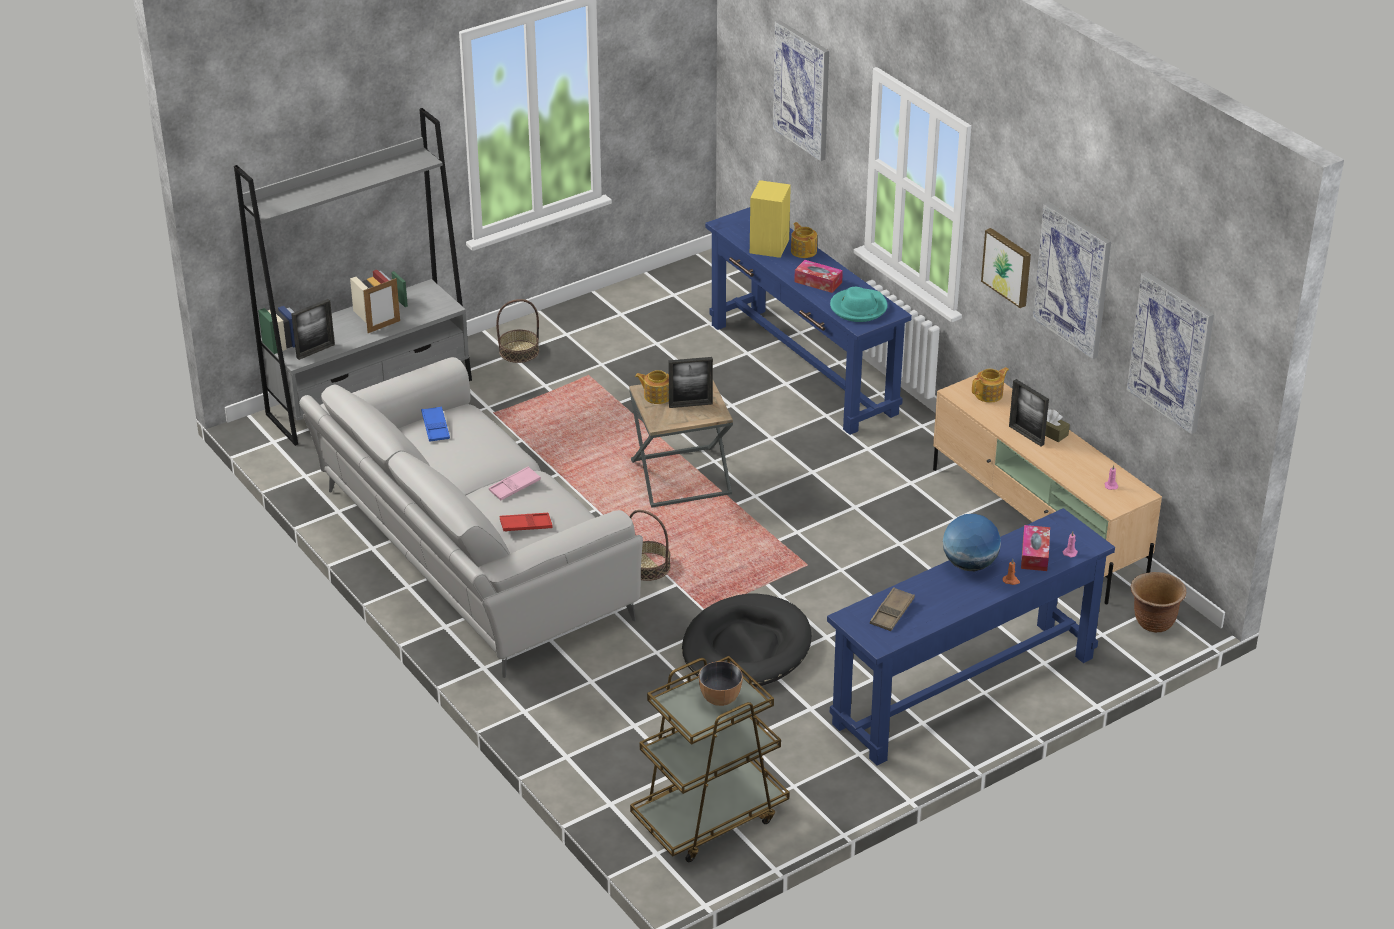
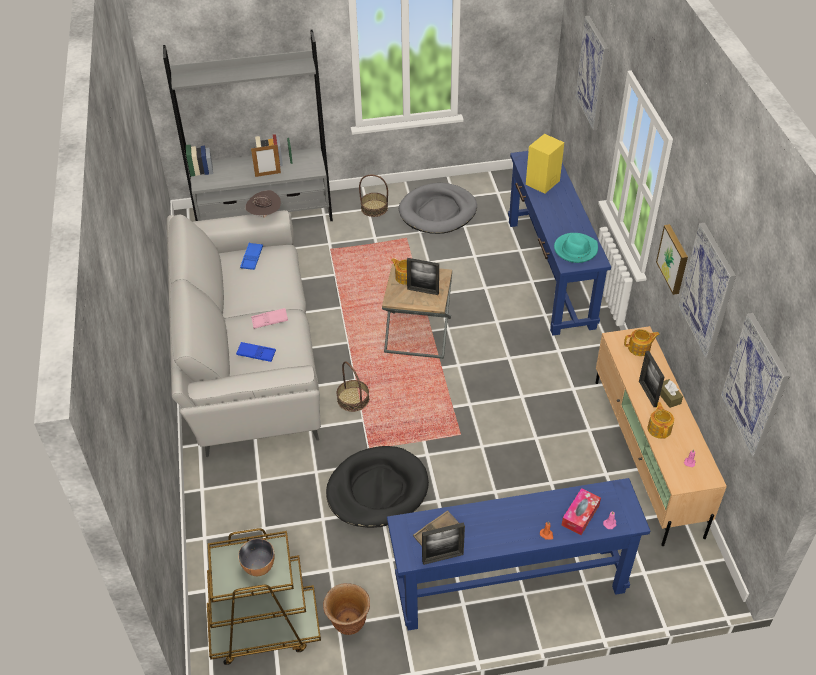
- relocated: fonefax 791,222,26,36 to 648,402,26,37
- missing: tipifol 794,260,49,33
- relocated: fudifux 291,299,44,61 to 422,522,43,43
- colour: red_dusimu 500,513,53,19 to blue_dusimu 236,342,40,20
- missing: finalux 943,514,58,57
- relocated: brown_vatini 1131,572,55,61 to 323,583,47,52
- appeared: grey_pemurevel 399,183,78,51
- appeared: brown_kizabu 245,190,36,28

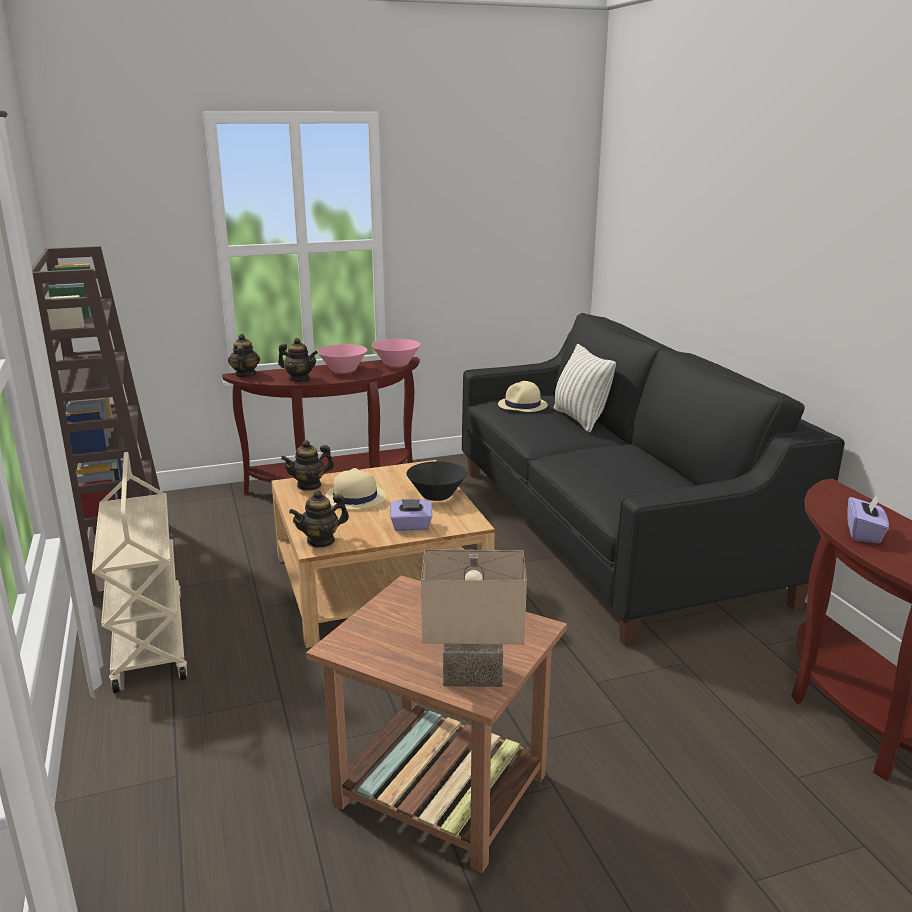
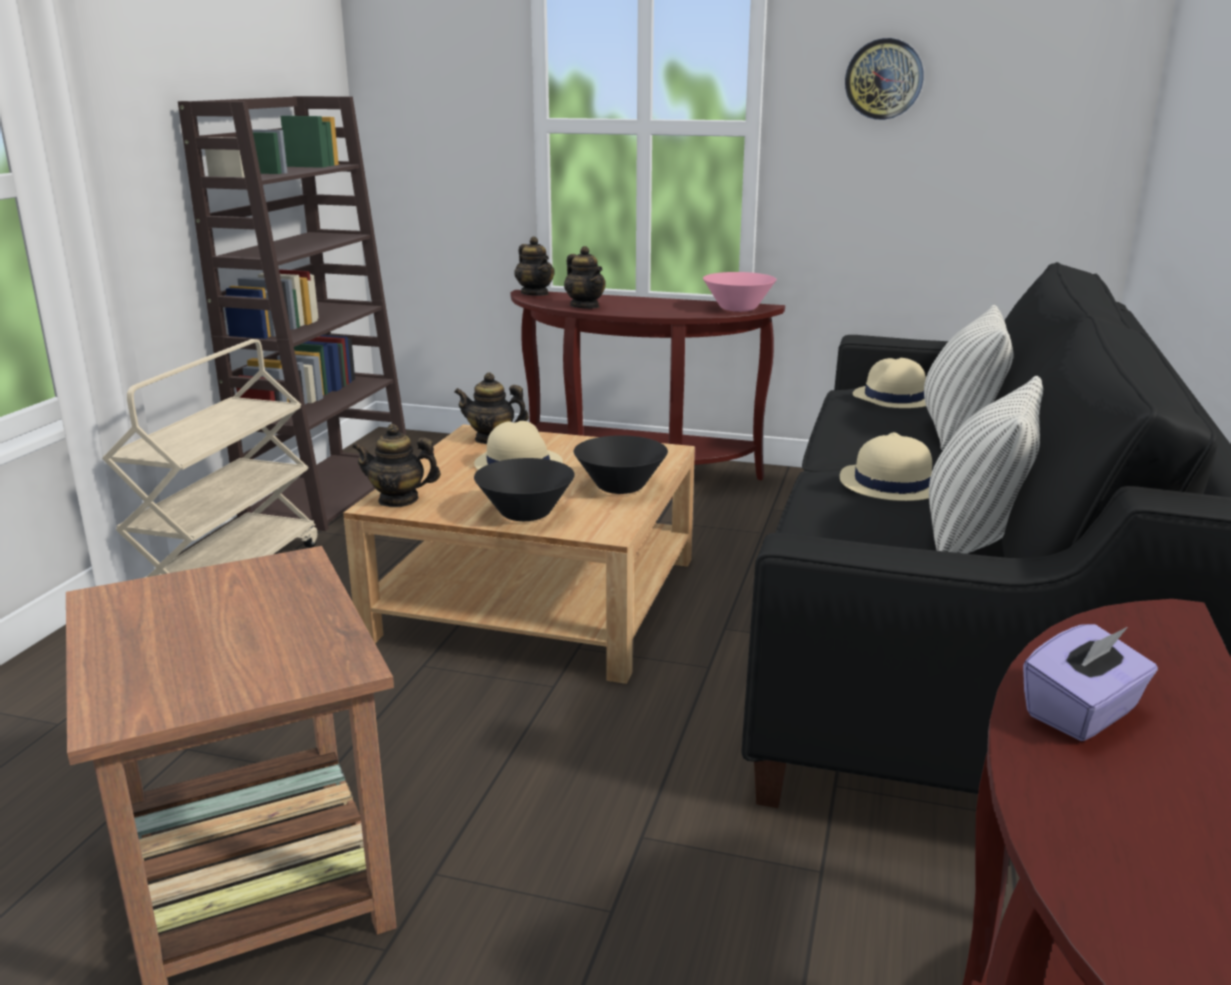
- spun: fonefax 228,334,32,43 = 514,237,41,59 120 degrees clockwise
- missing: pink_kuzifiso 317,344,50,29
- exchanged: purple_tipifol 390,499,42,32 to black_kuzifiso 474,458,101,63
- missing: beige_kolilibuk 421,549,106,138
- appeared: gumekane 845,38,78,82
- appeared: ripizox 929,376,114,178
- appeared: beige_kizabu 840,432,92,69

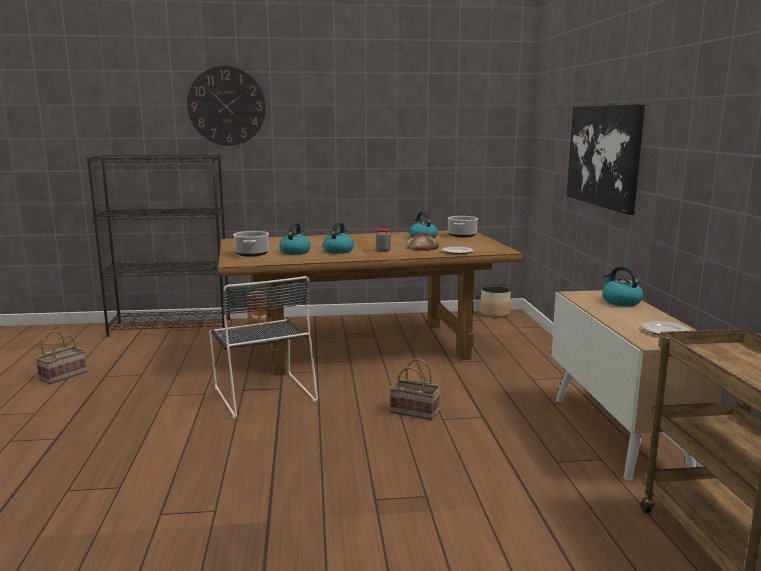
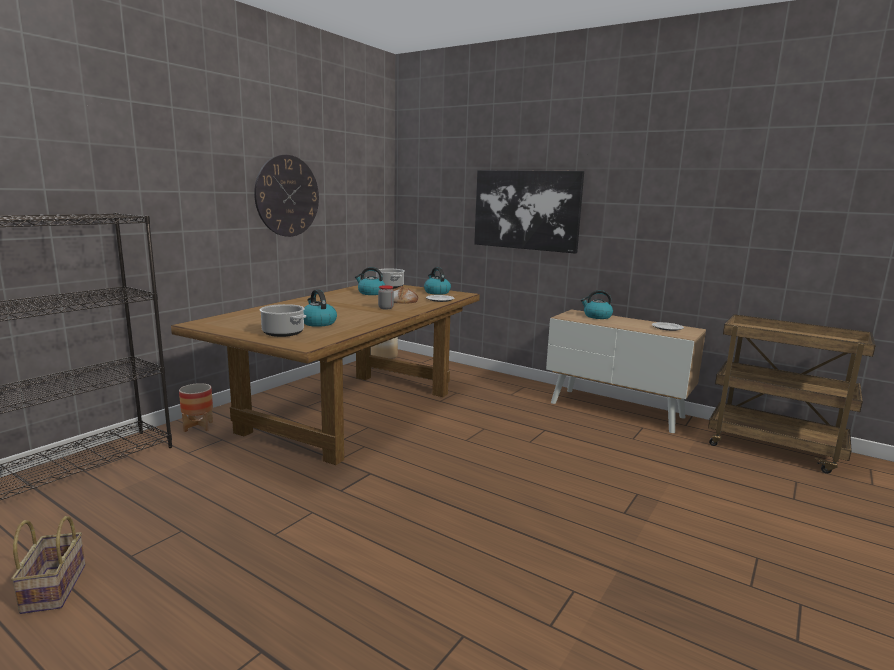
- relocated: gumekane 187,66,79,80 to 254,155,65,82
- relocated: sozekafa 323,222,31,32 to 424,267,27,28
- missing: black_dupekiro 209,276,109,143
- missing: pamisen 389,359,52,61

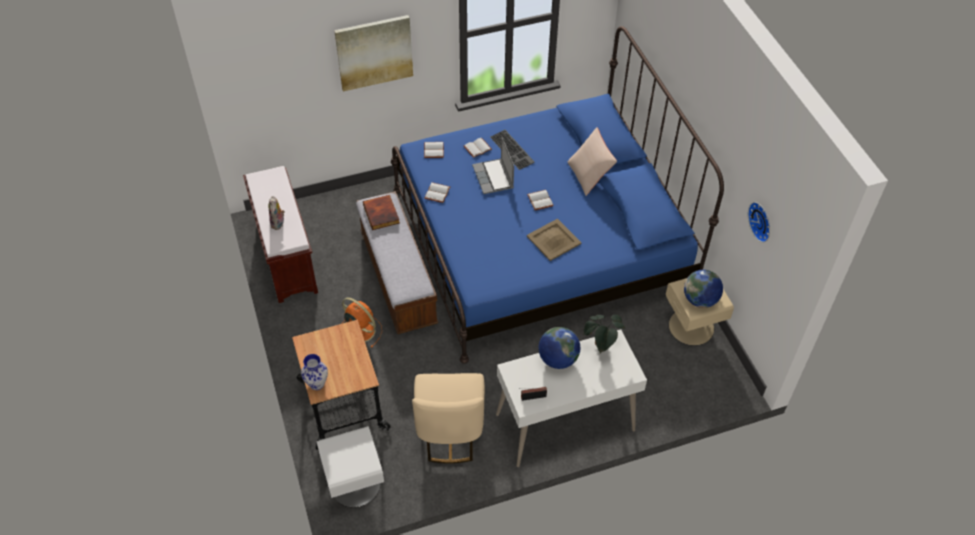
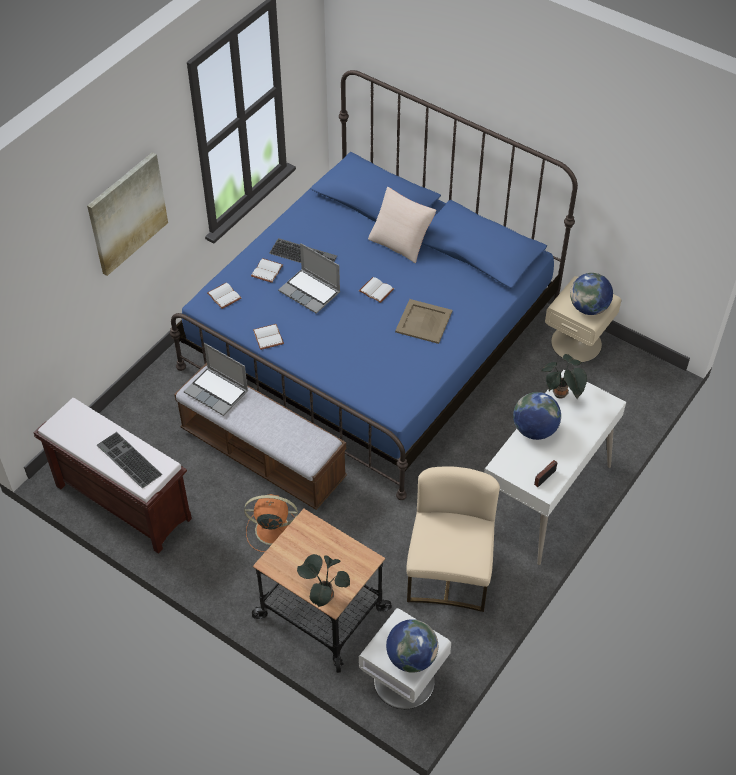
- exchanged: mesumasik 363,195,37,35 to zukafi 184,343,64,73
- exchanged: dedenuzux 268,196,17,34 to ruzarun 97,432,65,56
- missing: gumekane 748,202,22,40
- exchanged: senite 301,354,27,36 to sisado 297,554,53,53
- spun: beige_dupekiro 412,373,73,91 = 406,466,94,146 135 degrees counterclockwise
- appeared: finalux 386,619,52,54

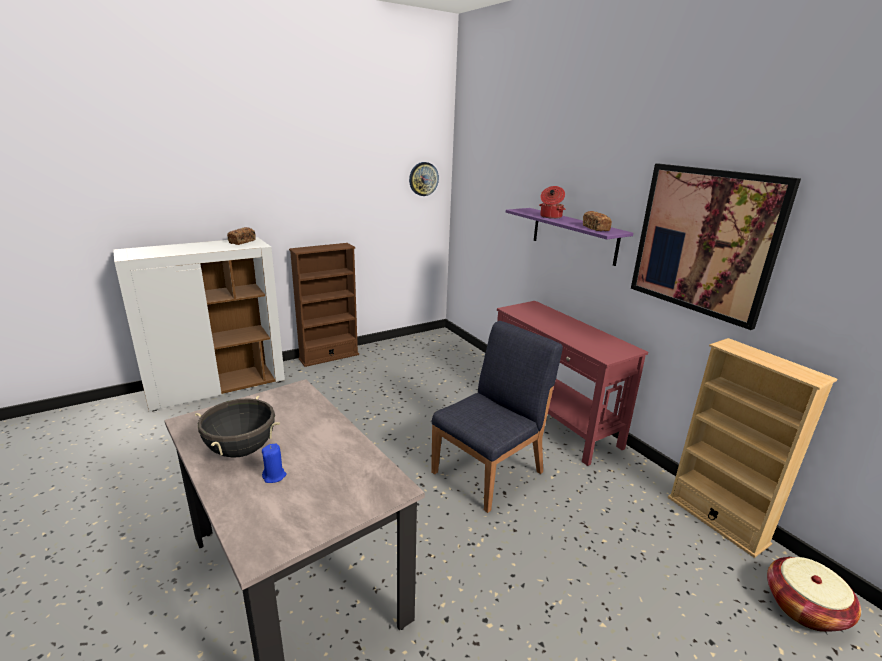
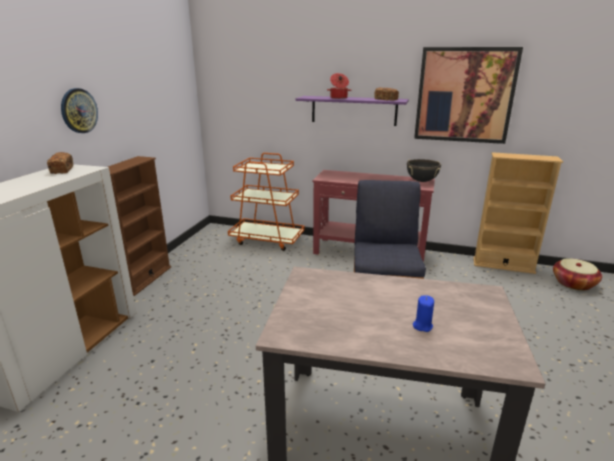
- relocated: gumekane 409,162,30,34 to 61,88,37,45
- relocated: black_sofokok 195,395,85,63 to 407,159,34,23
- appeared: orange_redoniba 228,153,77,98

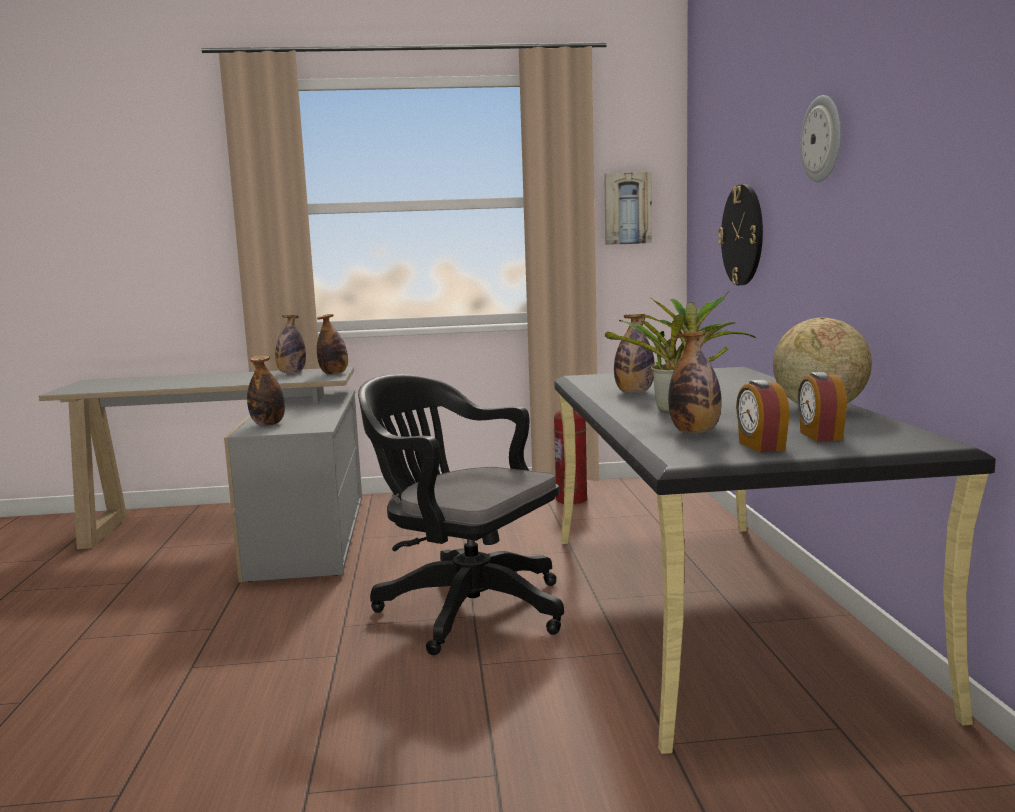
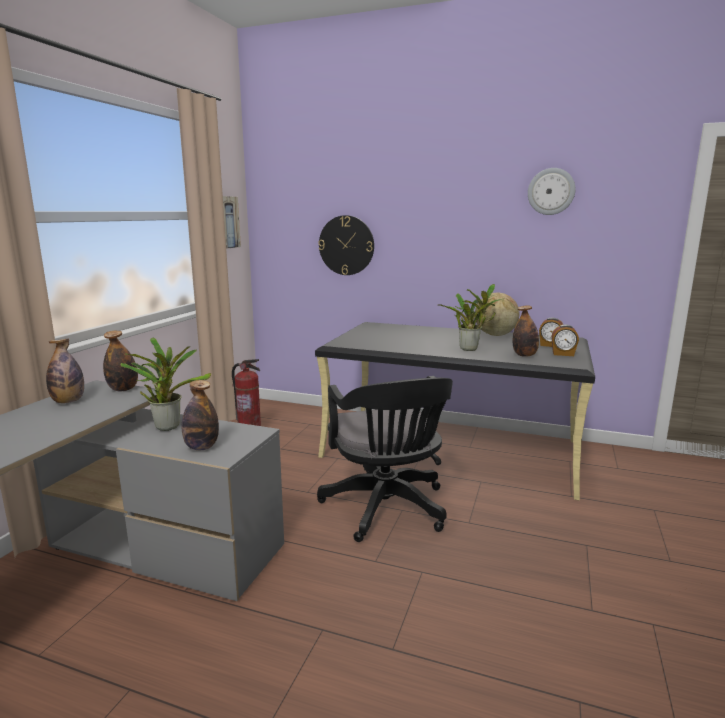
- relocated: gumekane 800,95,41,87 to 528,168,47,47
- missing: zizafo 614,314,41,79
- spun: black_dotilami 358,374,206,281 = 317,376,136,166 75 degrees counterclockwise
- appeared: sisado 120,338,91,93

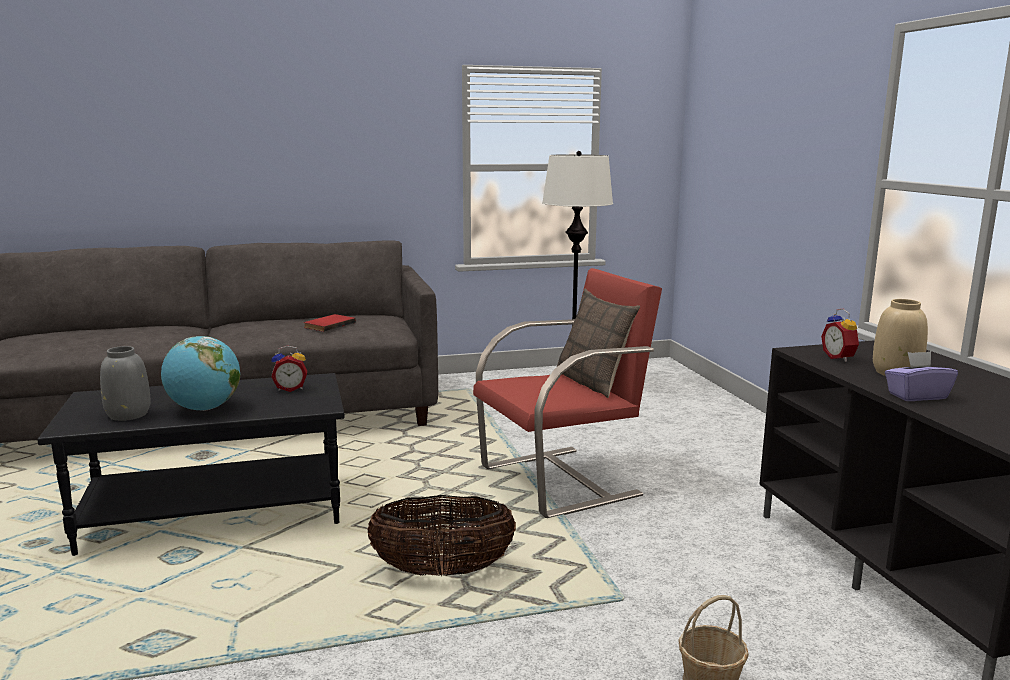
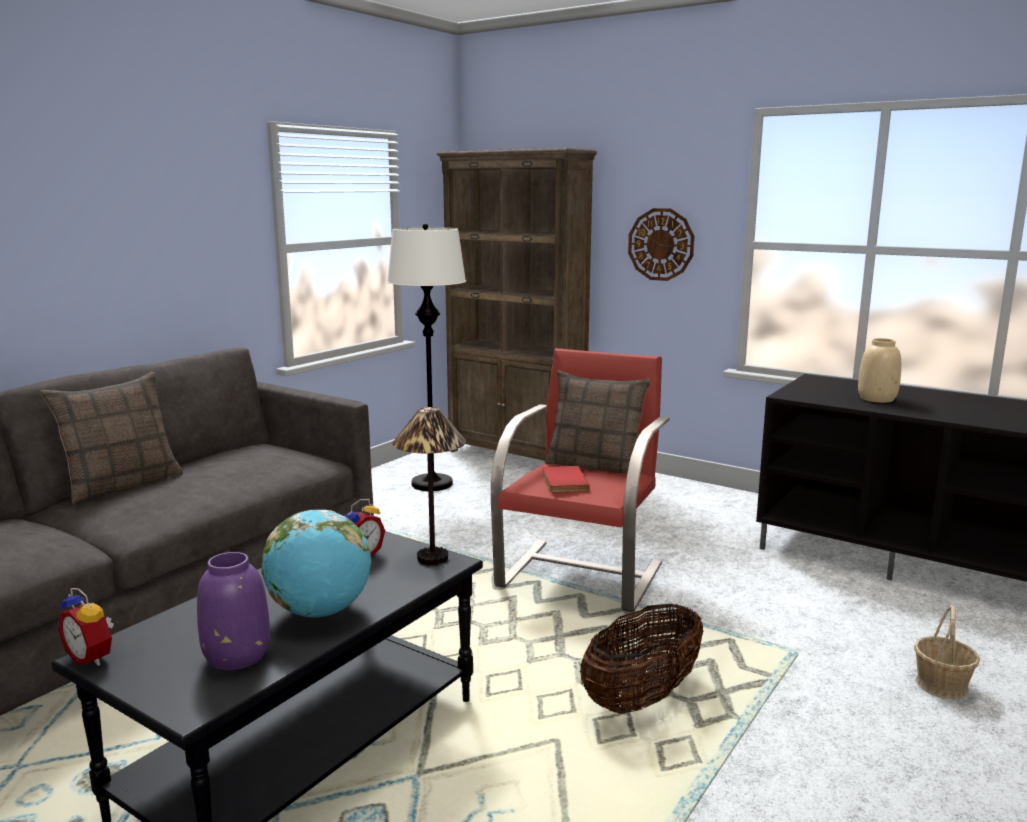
- relocated: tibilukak 821,309,39,53 to 58,588,56,78
- relocated: red_mesumasik 304,314,52,18 to 542,466,48,27
- colour: grey_senite 100,346,51,75 to purple_senite 197,552,73,118
- missing: purple_tipifol 885,351,73,50
- appeared: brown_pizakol 437,148,160,313
- appeared: gumekane 628,208,66,73
- appeared: ripizox 41,372,142,132
- appeared: kolilibuk 393,407,73,158

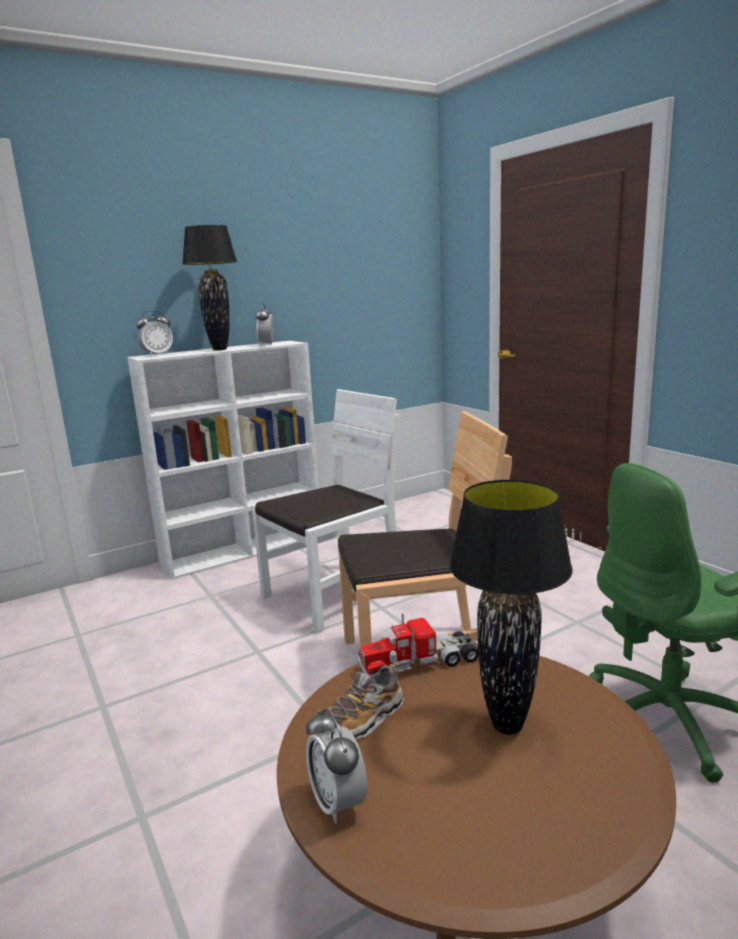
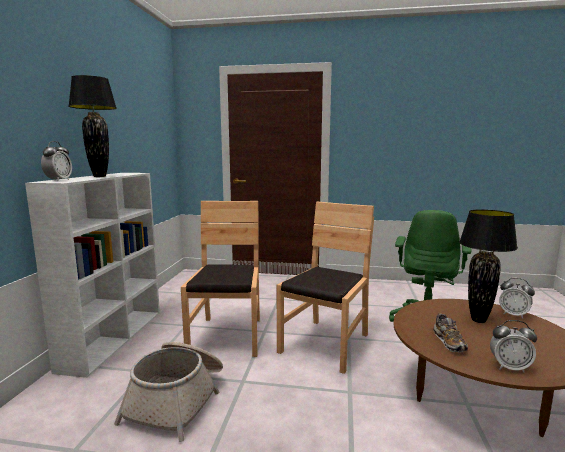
- relocated: tibilukak 256,303,18,43 to 499,278,36,41
- colour: white_dupekiro 252,389,148,245 to brown_dupekiro 181,201,79,156
- missing: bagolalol 357,613,122,62
- appeared: pamisen 114,342,109,100

